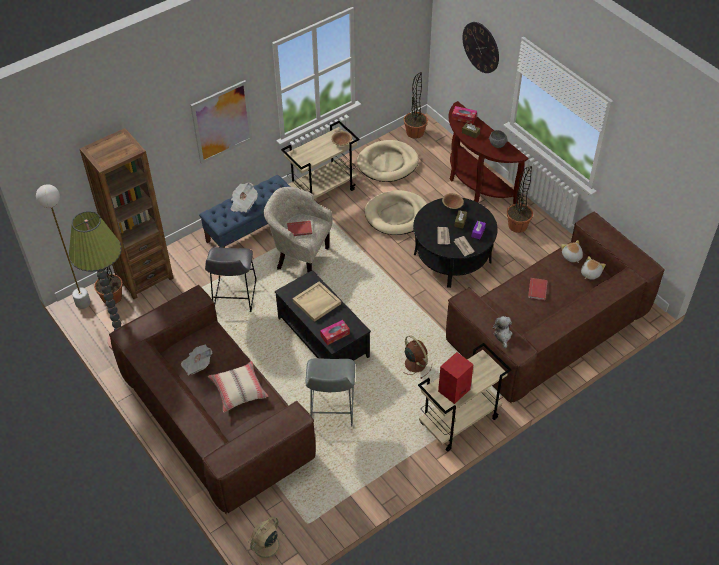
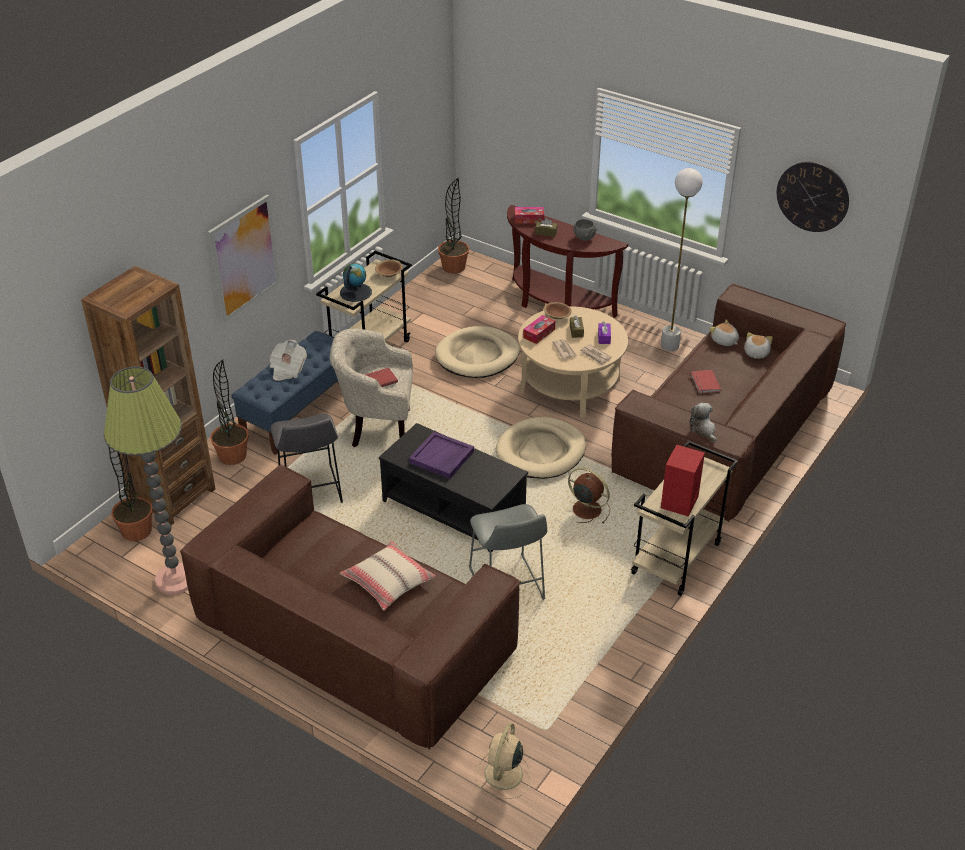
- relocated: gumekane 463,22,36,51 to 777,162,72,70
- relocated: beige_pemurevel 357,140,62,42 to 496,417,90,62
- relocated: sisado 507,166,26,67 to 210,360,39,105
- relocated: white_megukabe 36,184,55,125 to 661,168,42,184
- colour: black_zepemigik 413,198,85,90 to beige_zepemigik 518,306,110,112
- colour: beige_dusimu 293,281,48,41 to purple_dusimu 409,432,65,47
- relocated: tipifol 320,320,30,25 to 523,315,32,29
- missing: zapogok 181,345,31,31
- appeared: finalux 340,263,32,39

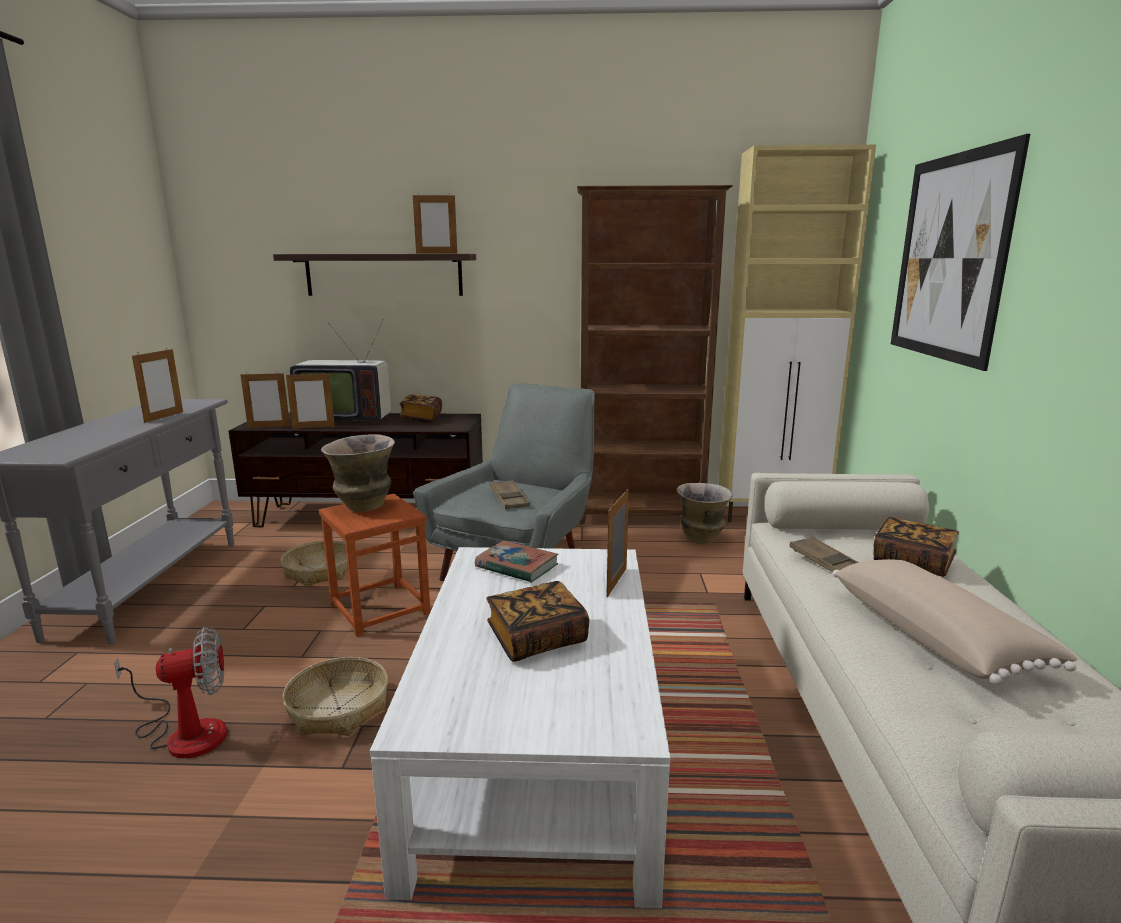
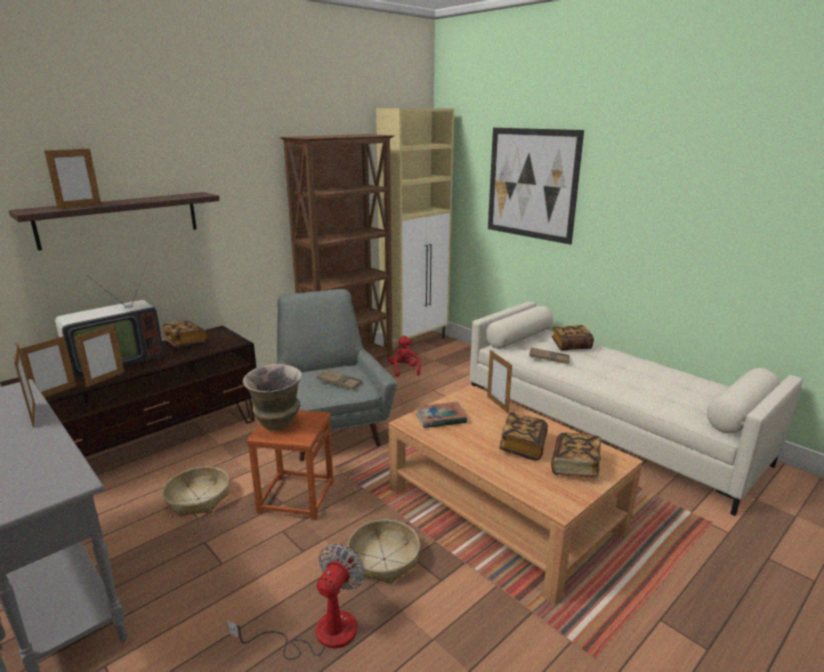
- relocated: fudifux 413,193,44,61 to 44,148,57,61
- exchanged: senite 677,483,56,61 to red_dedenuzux 388,336,33,41
- colour: white_zepemigik 370,547,300,361 to brown_zepemigik 389,385,254,220
- missing: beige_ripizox 833,559,245,126
- appeared: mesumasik 551,433,50,45

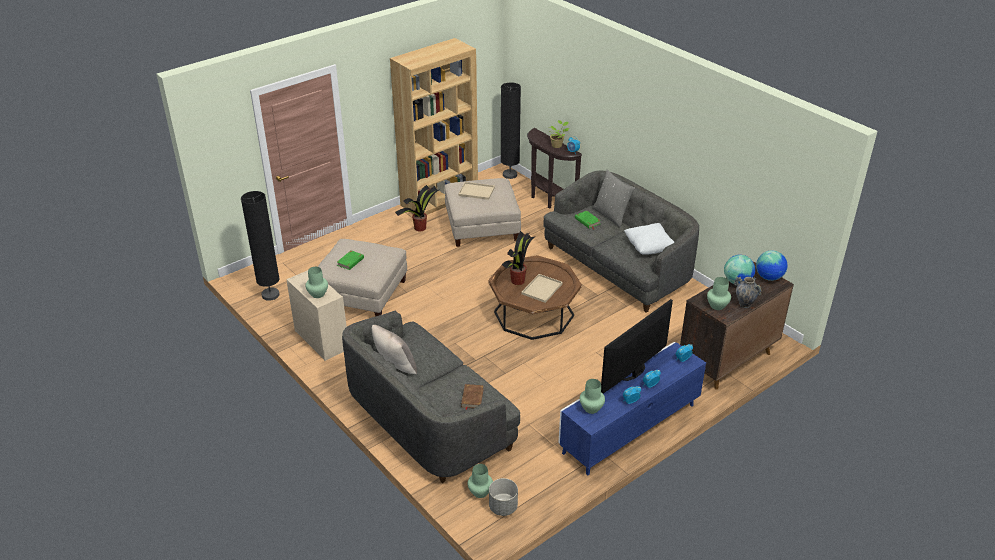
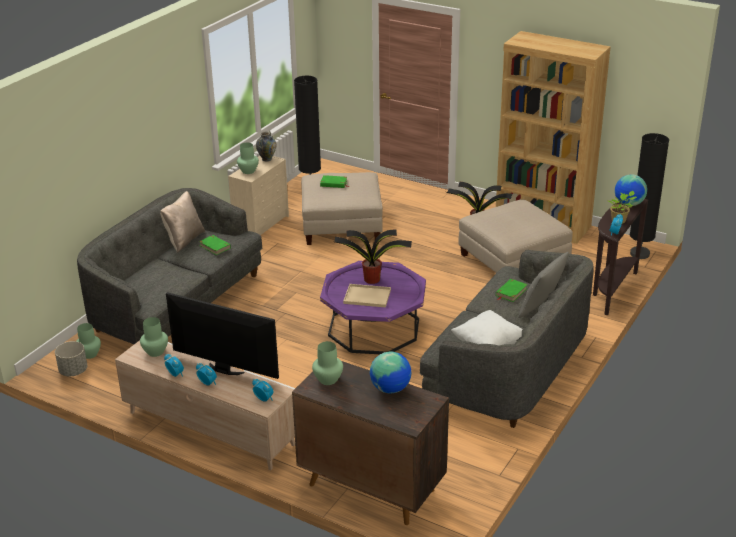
- missing: beige_dusimu 458,182,37,18
- relocated: finalux 756,250,32,31 to 615,174,32,32
- colour: brown_zepemigik 489,255,93,85 to purple_zepemigik 320,261,106,93
- relocated: senite 734,276,28,32 to 256,131,20,30
- colour: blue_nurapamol 559,342,147,133 to beige_nurapamol 115,340,180,130
- missing: brown_mesumasik 461,384,23,26
- appeared: green_mesumasik 199,235,32,20

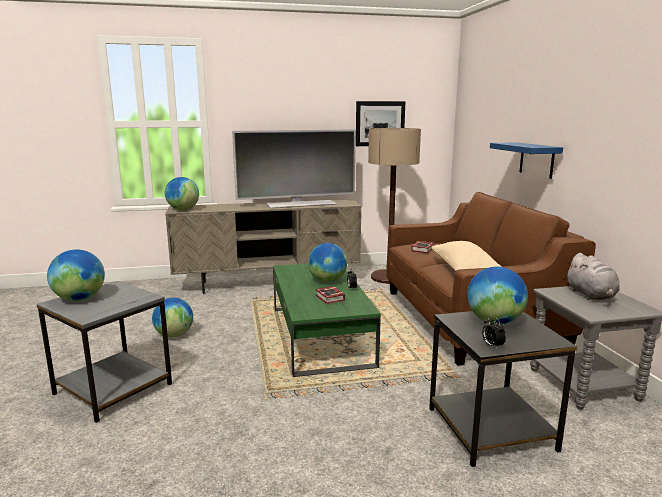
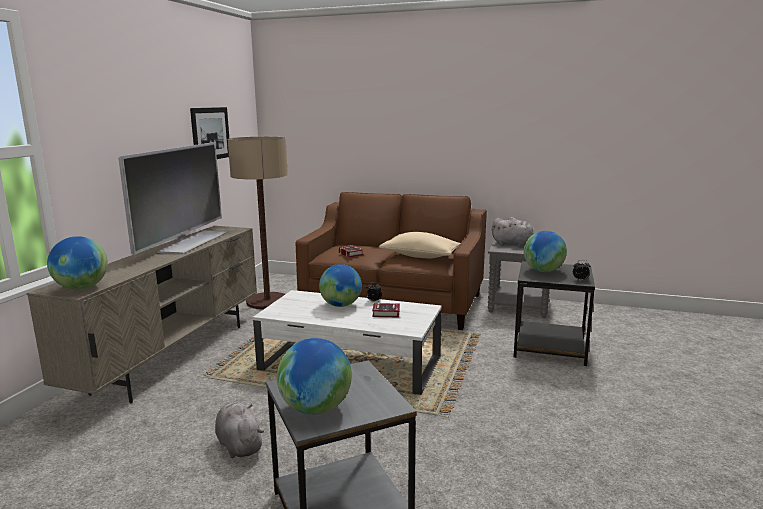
- missing: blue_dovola 490,142,73,37
- colour: green_zepemigik 273,264,108,113 to white_zepemigik 253,290,189,105
- exchanged: finalux 152,298,41,39 to grey_dedenuzux 215,403,49,55

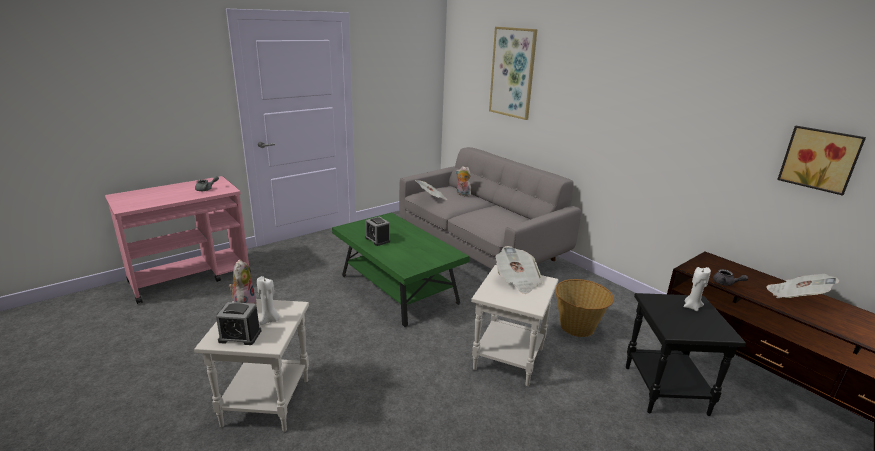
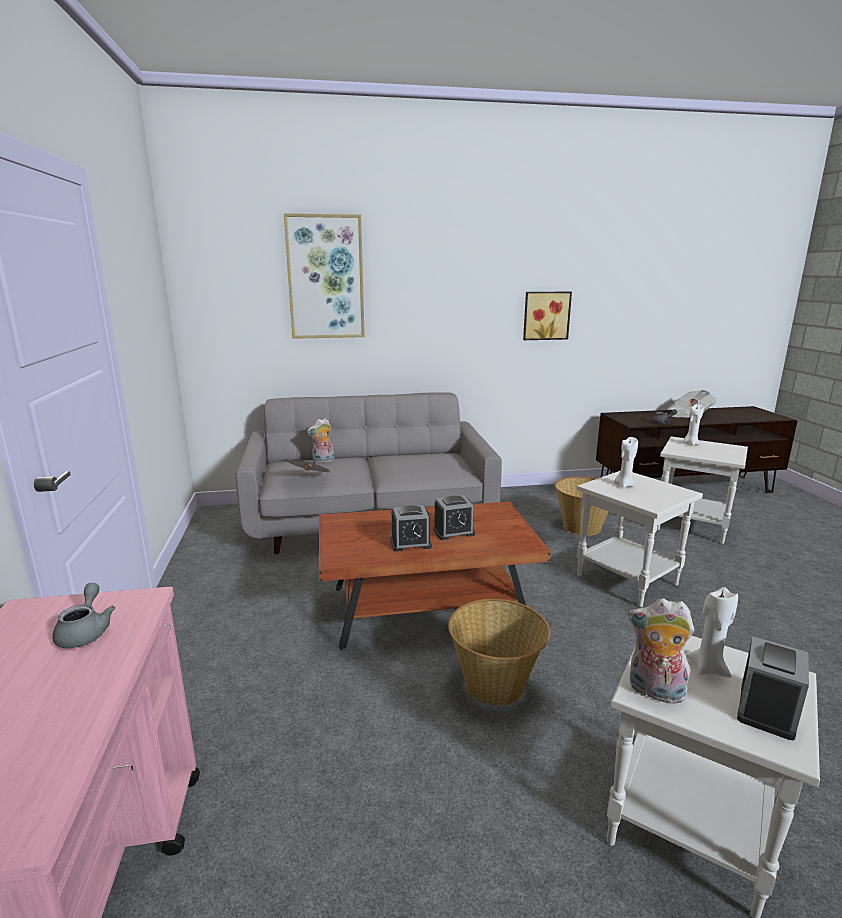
- relocated: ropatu 777,126,89,70 to 523,292,49,48
- colour: green_zepemigik 332,212,137,116 to brown_zepemigik 319,502,232,148
- exchanged: zapogok 495,246,48,48 to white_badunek 614,437,24,51
- colour: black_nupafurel 626,293,120,123 to white_nupafurel 657,436,91,108
- appeared: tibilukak 433,495,42,45
- appeared: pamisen 448,599,102,107

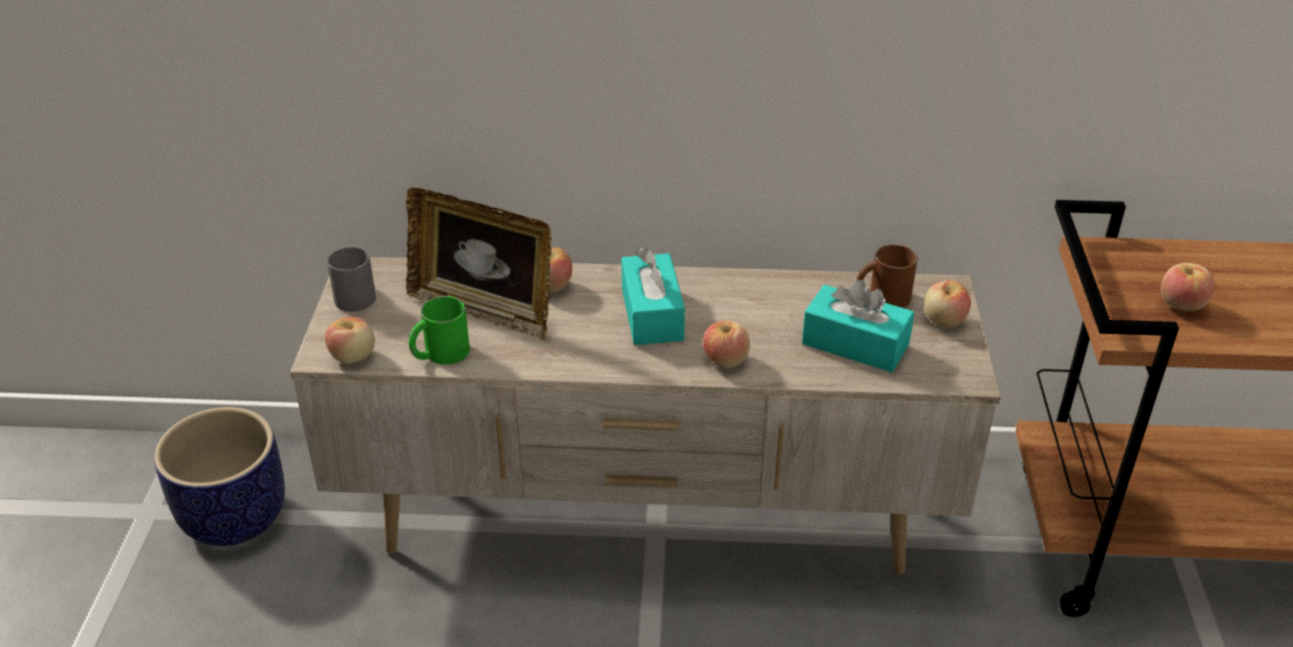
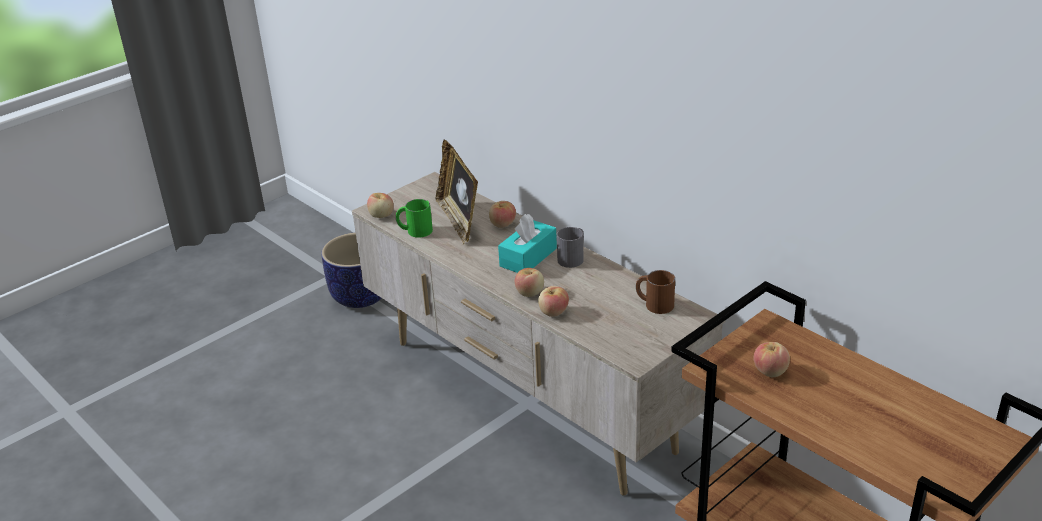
- relocated: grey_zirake 327,246,49,66 to 557,227,27,41
- missing: turquoise_tipifol 802,280,112,92
- relocated: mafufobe 924,280,47,48 to 538,286,31,31

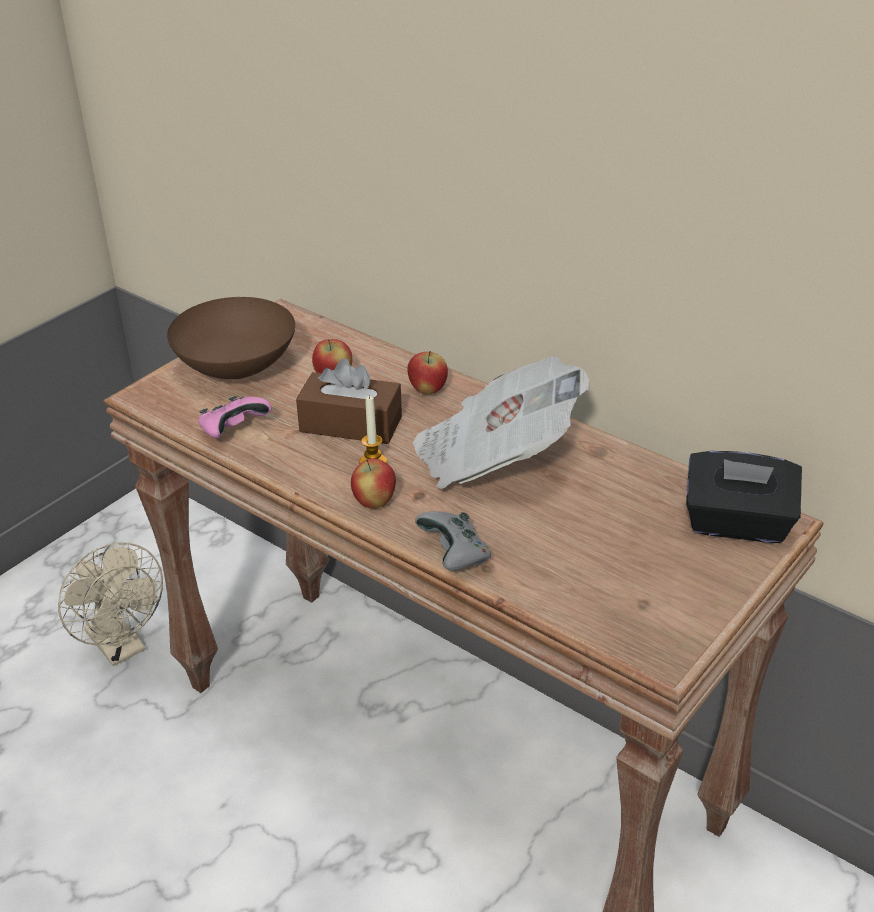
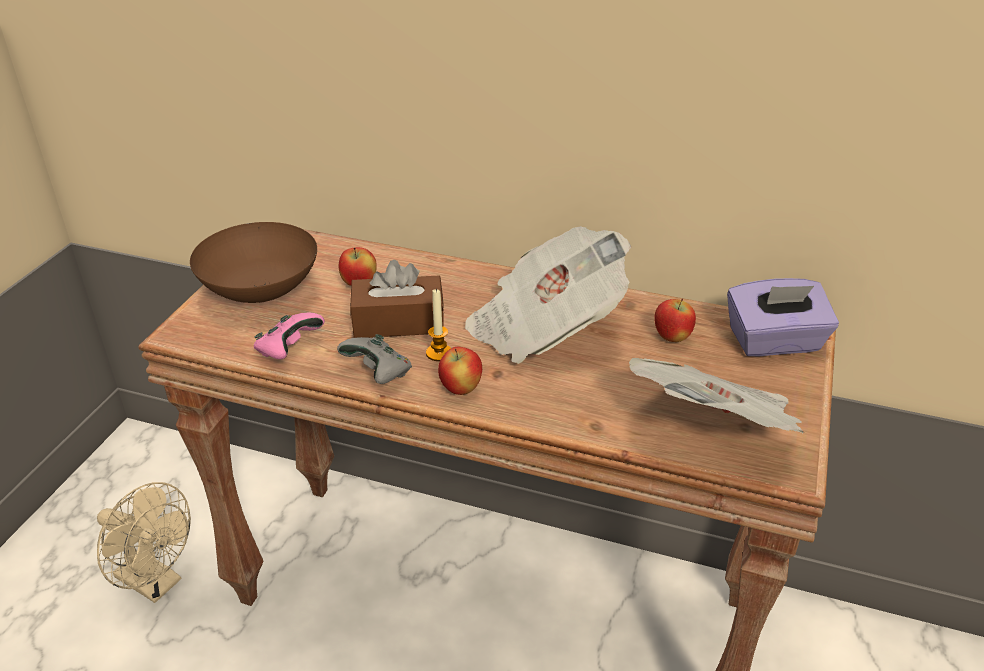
- relocated: mafufobe 408,351,40,43 to 654,298,42,44
- colour: black_tipifol 686,451,116,92 to purple_tipifol 727,278,112,78
- relocated: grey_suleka 415,511,76,60 to 337,334,75,50
- appeared: zapogok 629,358,175,75

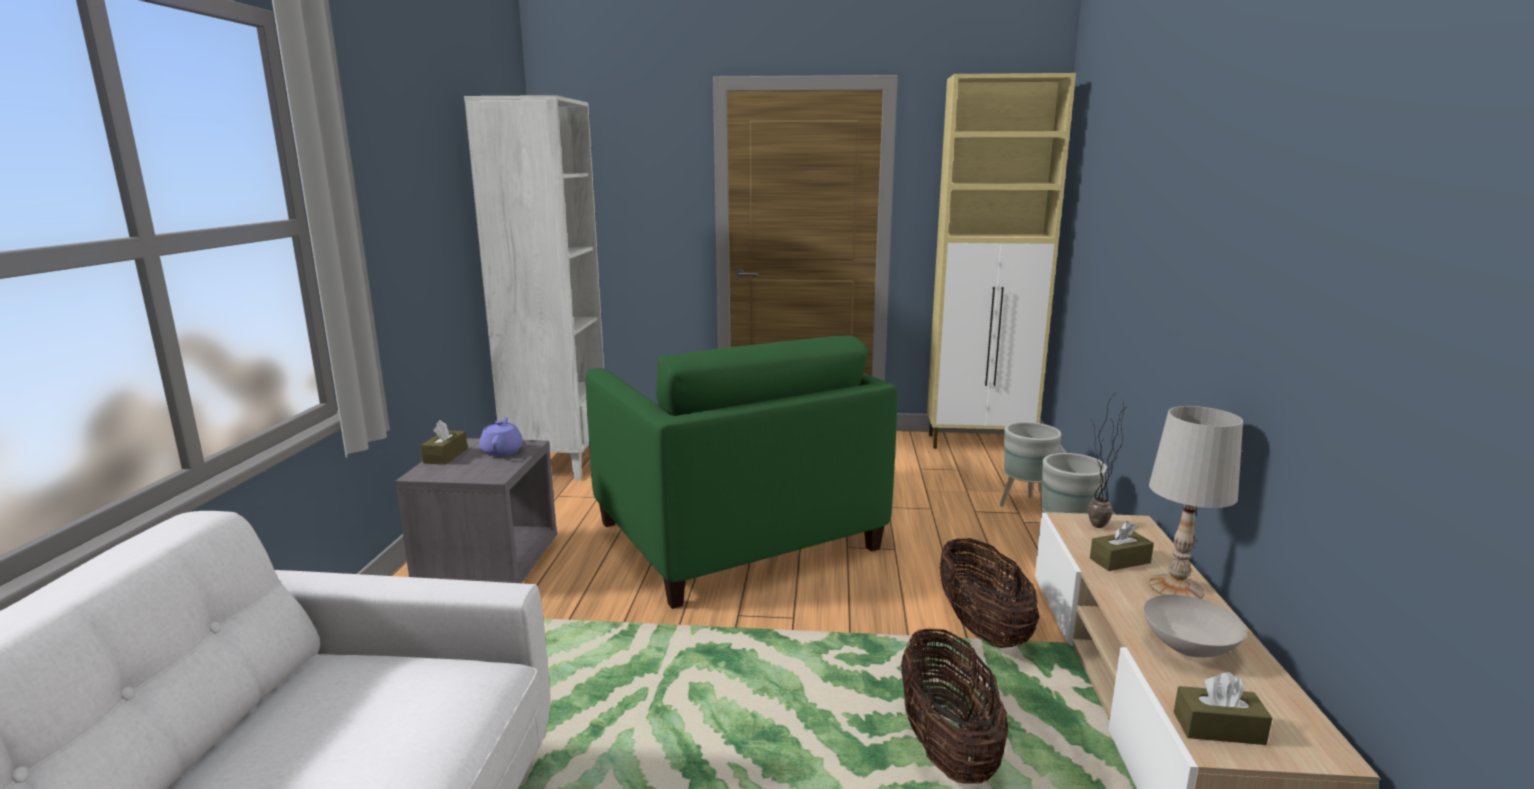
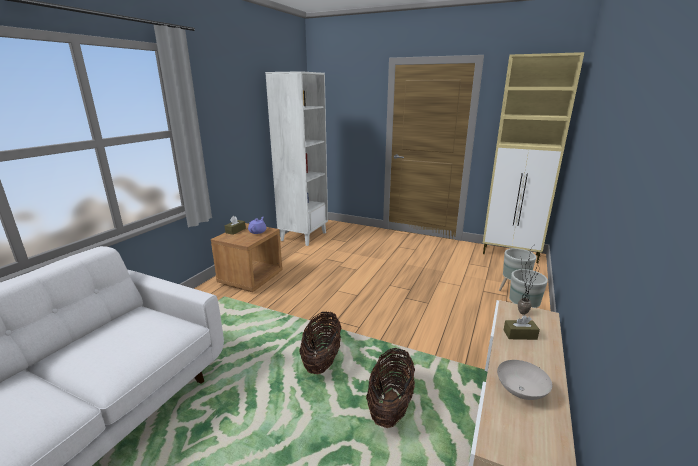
- missing: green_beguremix 586,336,311,273
- missing: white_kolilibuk 1149,406,94,193
- colour: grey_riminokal 396,438,161,145 to brown_riminokal 211,223,72,69
- relocated: pamisen 939,538,101,110 to 299,311,43,63
- missing: brown_tipifol 1174,672,98,73

